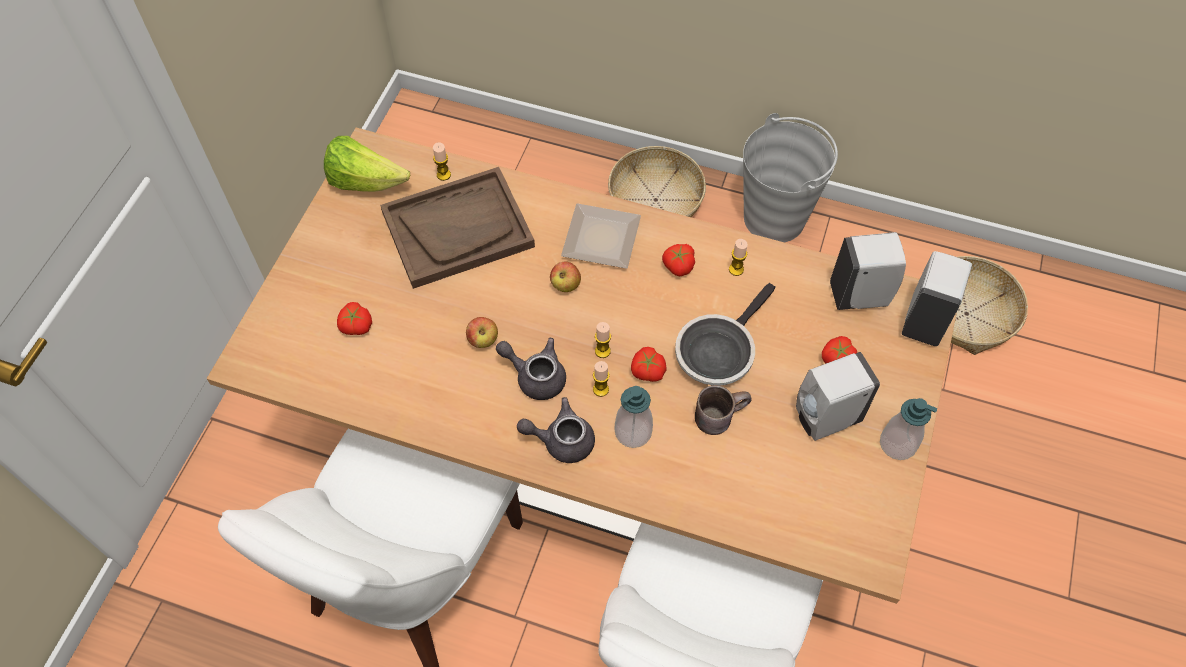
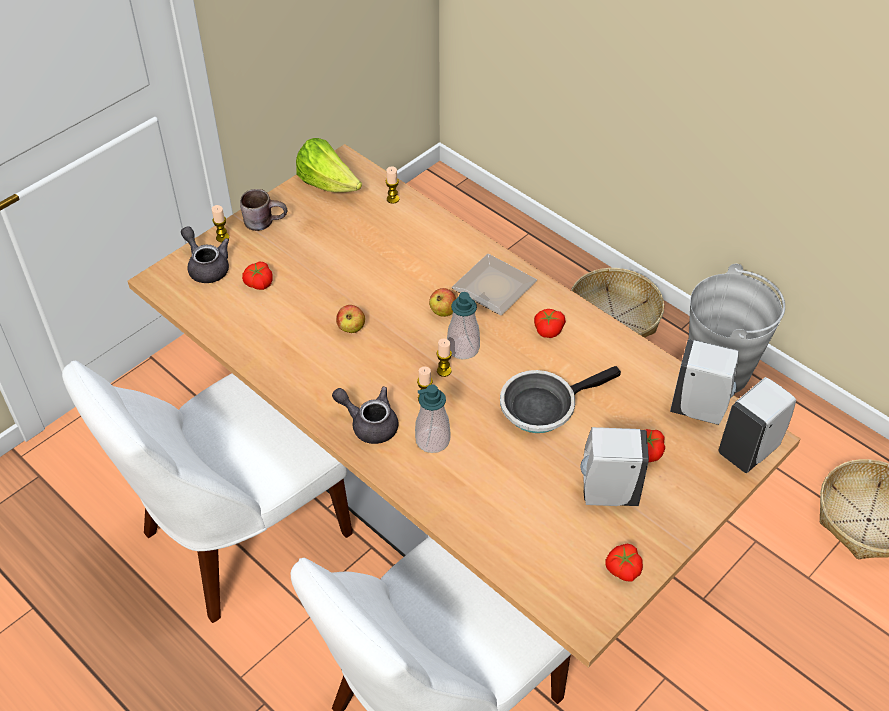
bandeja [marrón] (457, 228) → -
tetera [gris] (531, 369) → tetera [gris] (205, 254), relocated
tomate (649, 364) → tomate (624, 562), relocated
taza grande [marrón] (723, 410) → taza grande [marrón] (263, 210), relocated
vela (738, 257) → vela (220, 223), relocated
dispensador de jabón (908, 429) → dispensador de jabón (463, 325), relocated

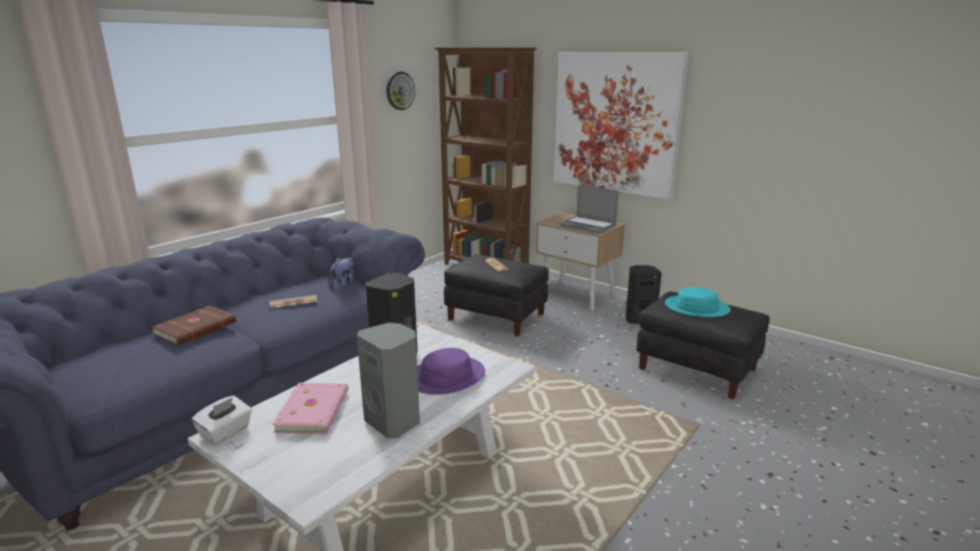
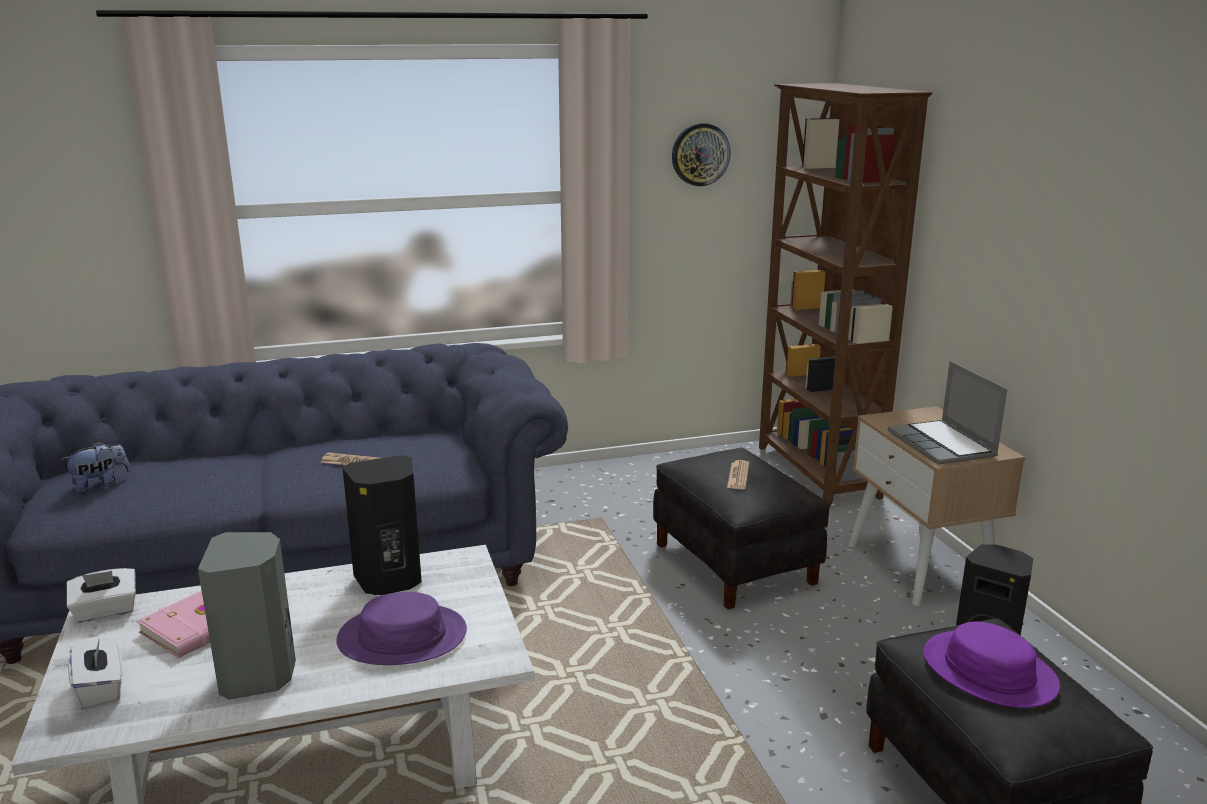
libro [marrón] (193, 325) → -
peluche (341, 272) → peluche (96, 467), relocated
cuadro (621, 125) → -
sombrero [turquesa] (697, 302) → sombrero [morado] (992, 665)
- → caja de pañuelos [blanco] (95, 673)

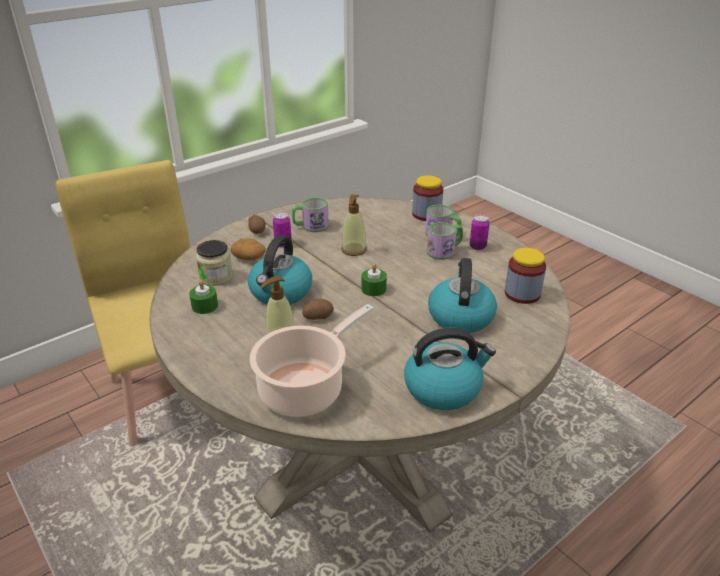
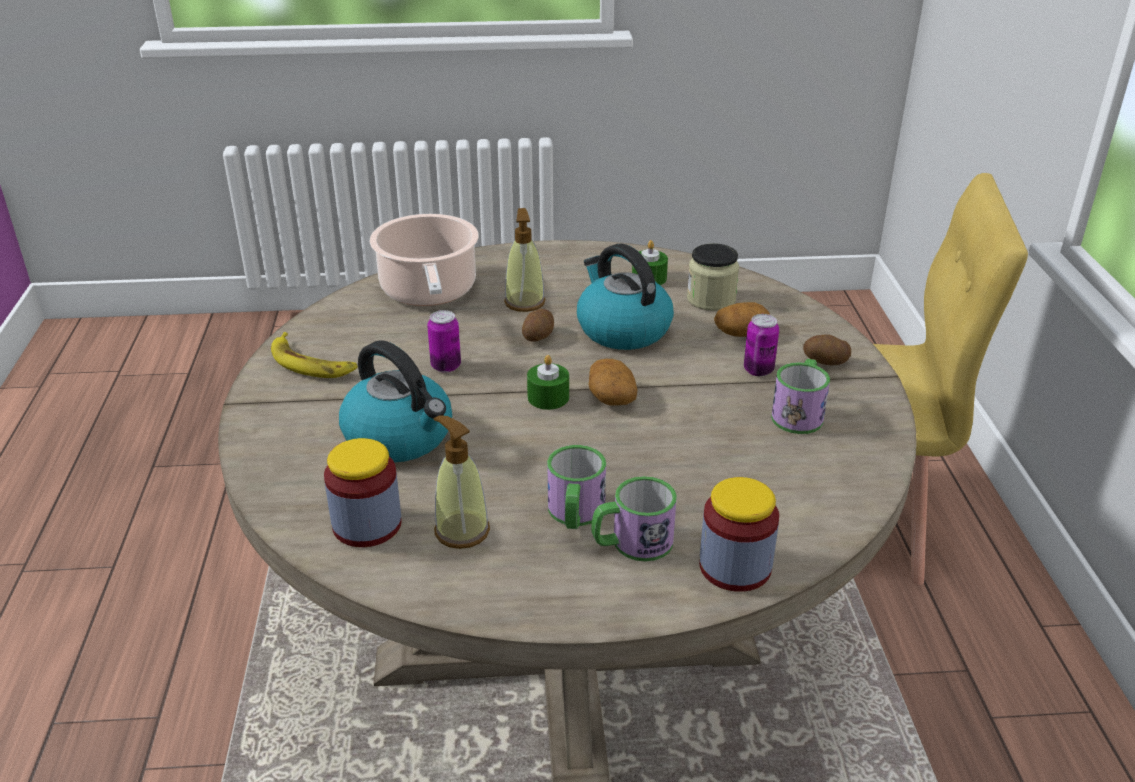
dispensador de jabón (354, 225) → dispensador de jabón (461, 482), relocated
hervidor (450, 368) → plátano (314, 355)
lata (480, 232) → lata (444, 341), relocated
- → patata (612, 382)

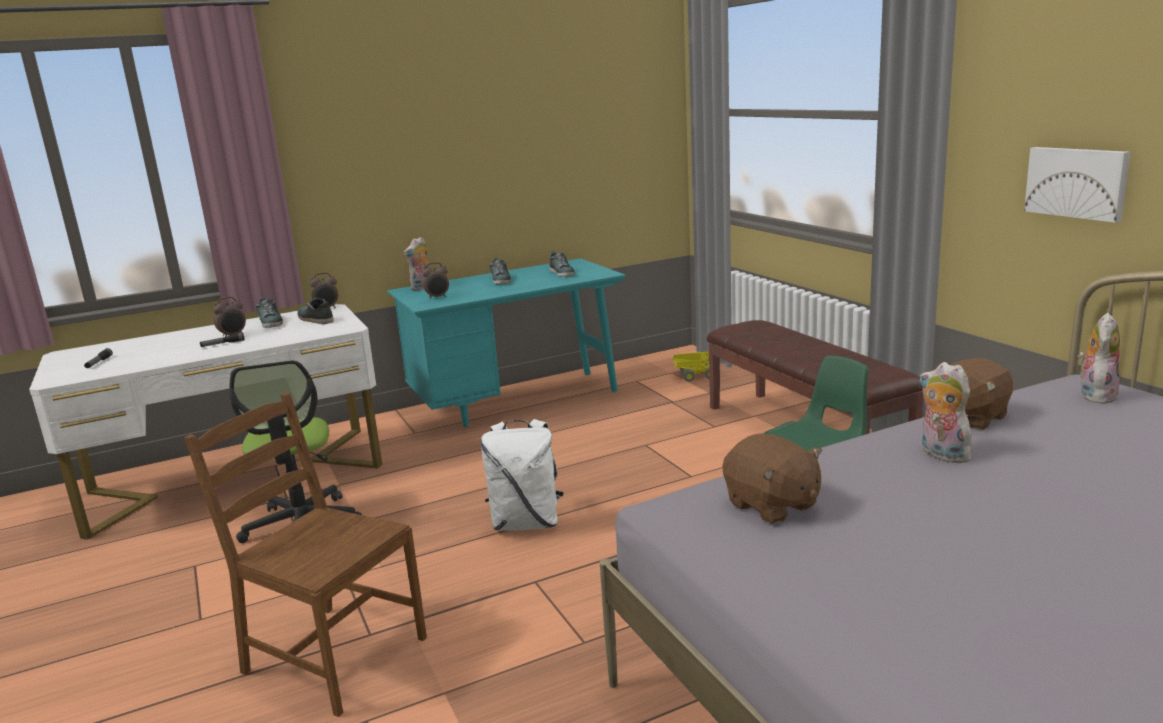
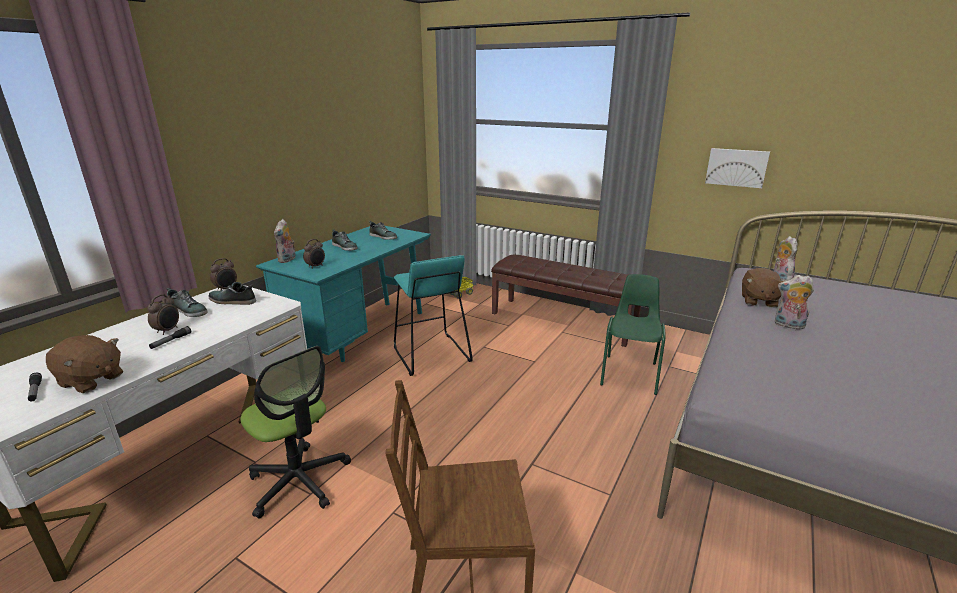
mochila [blanco] (522, 475) → -
peluche [marrón] (772, 478) → peluche [marrón] (84, 364), relocated
- → taburete [turquesa] (433, 315)

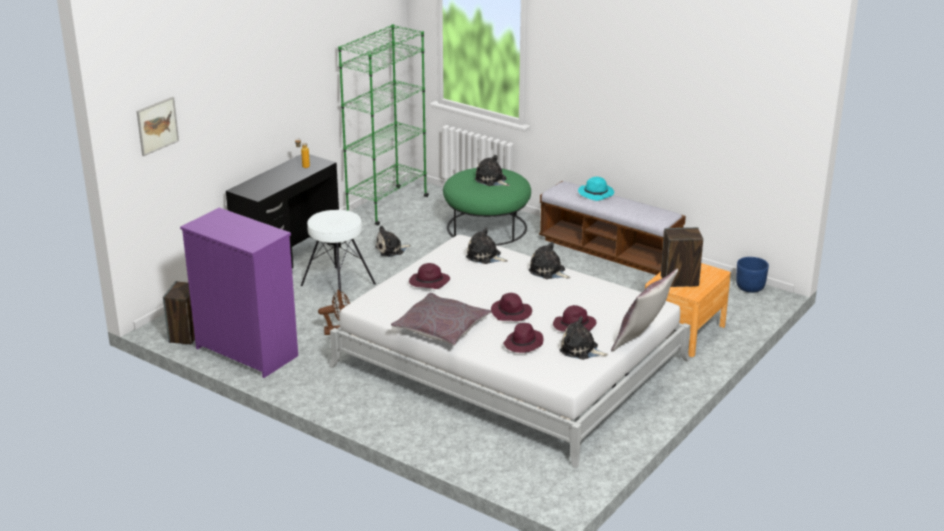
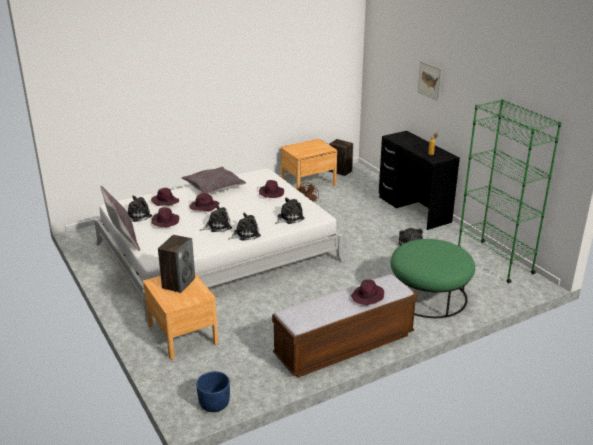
cuadro (158, 126) → cuadro (430, 81), relocated
cómoda [morado] (239, 293) → mesita de noche [marrón] (309, 164)
taburete [blanco] (338, 250) → -
peluche (492, 170) → peluche (216, 218), relocated
sombrero [turquesa] (596, 189) → sombrero [morado] (367, 292)

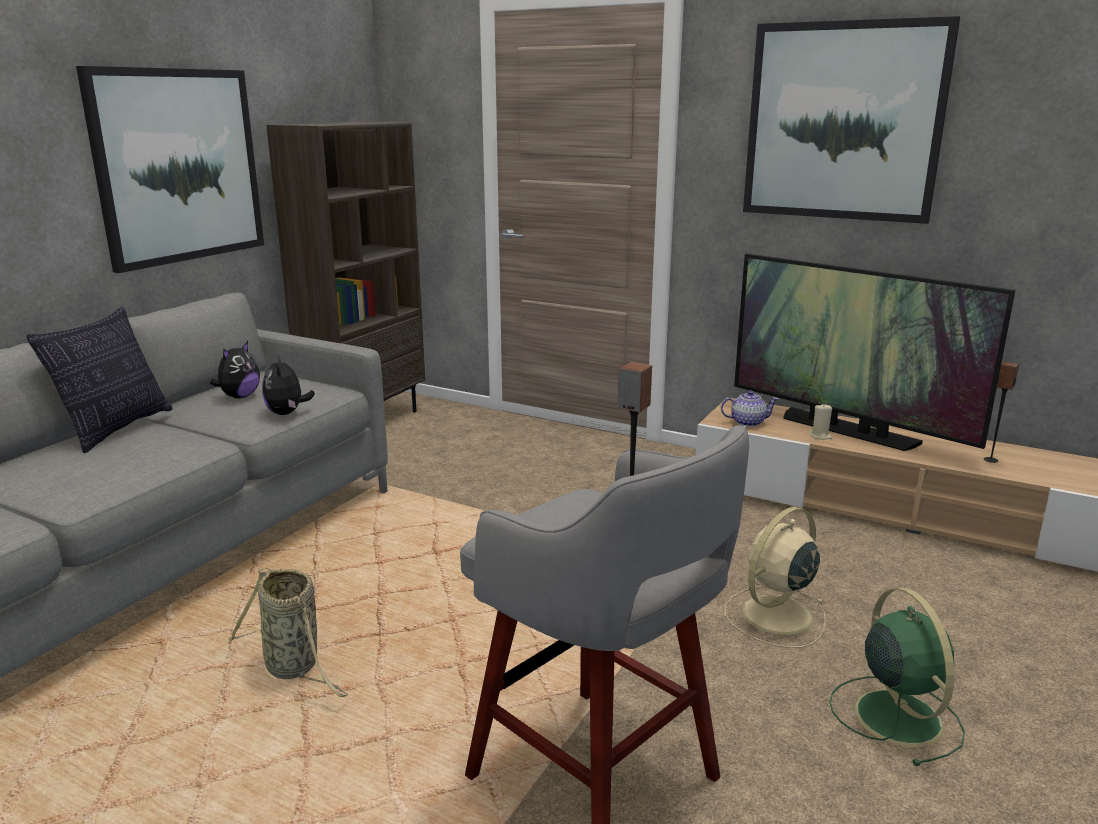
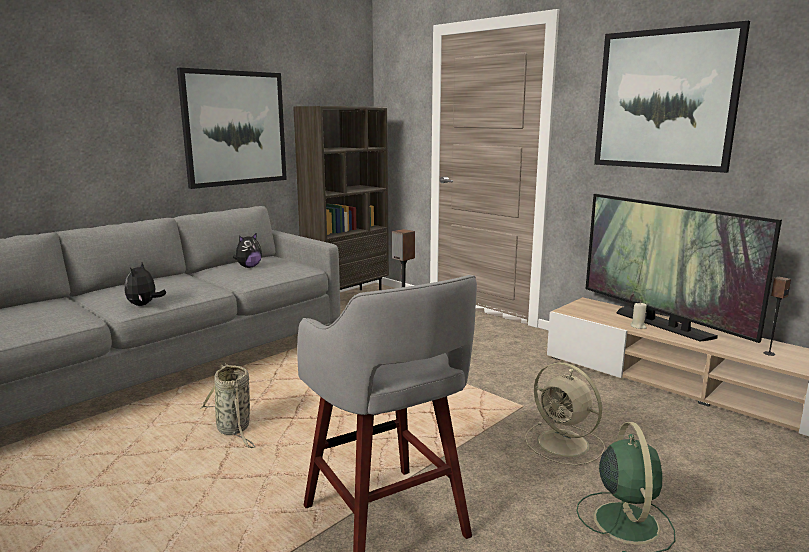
cojín (99, 380) → -
peluche (288, 384) → peluche (145, 284), relocated
tetera (750, 408) → -
ventilador [beis] (775, 577) → ventilador [beis] (565, 413), 105 degrees counterclockwise

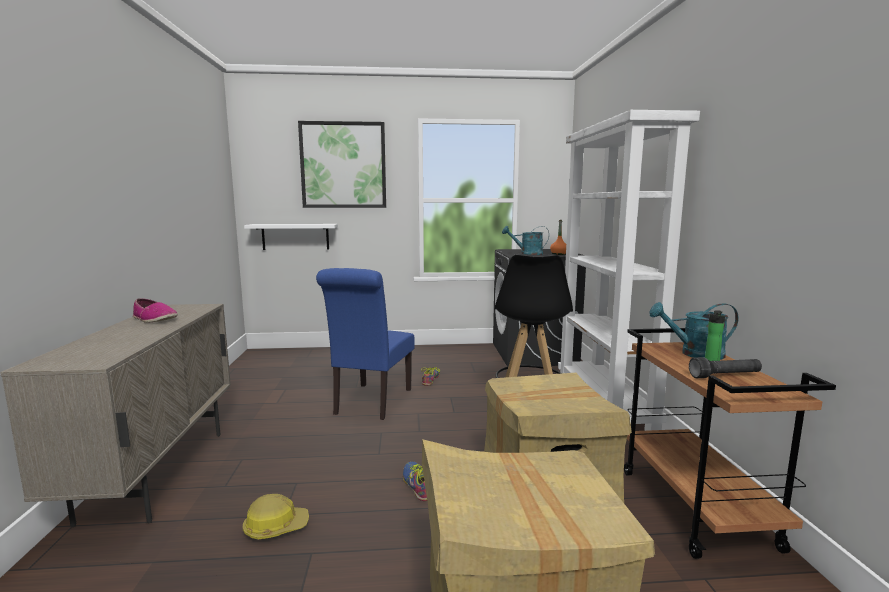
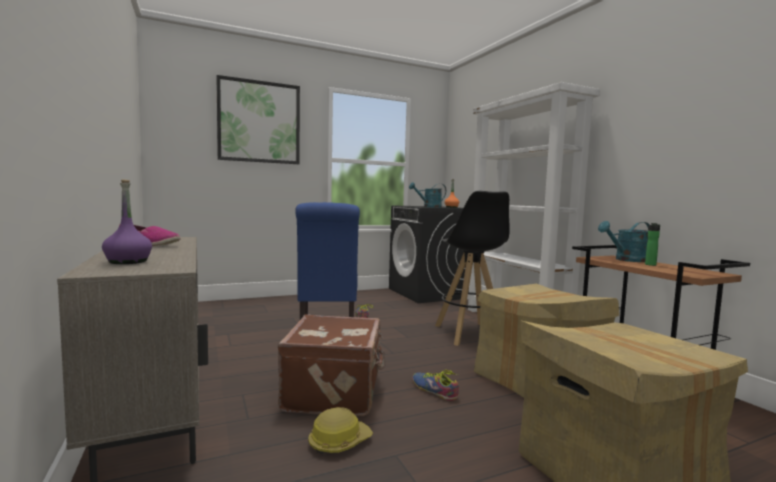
estante [blanco] (291, 237) → -
linterna [negro] (725, 367) → -
- → botella [morado] (127, 222)
- → maleta [marrón] (331, 365)

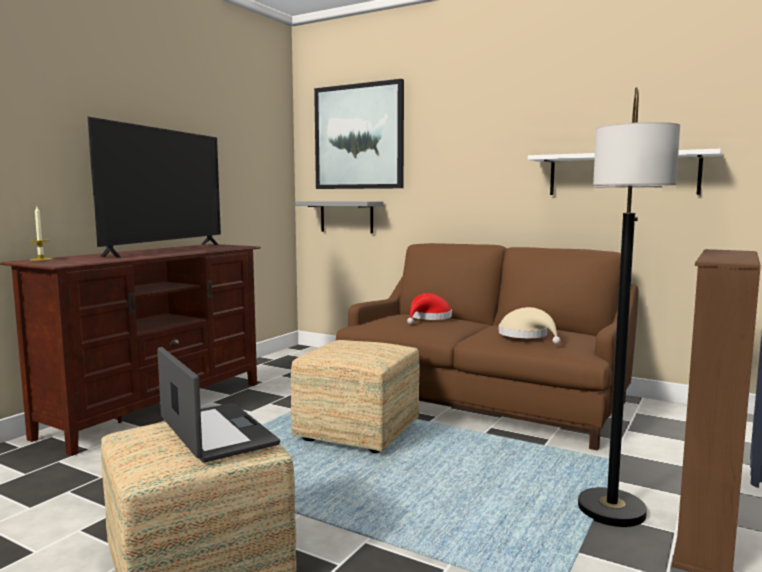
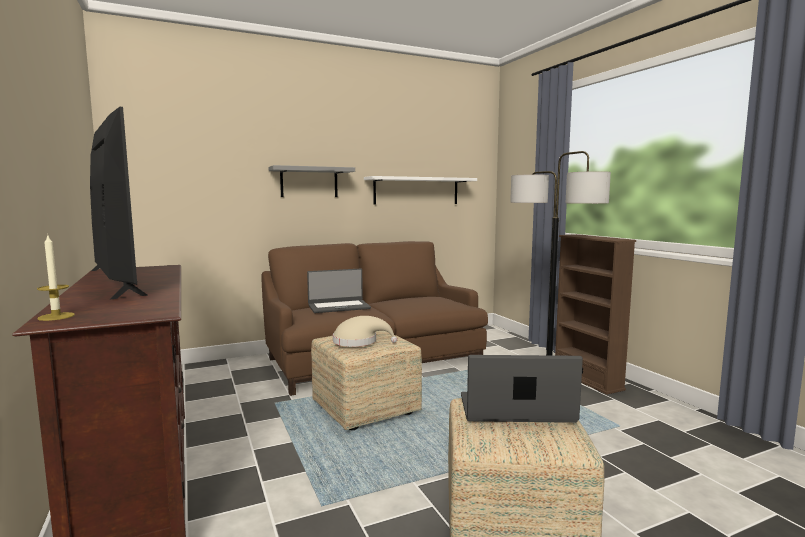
estante [gris] (339, 217) → estante [gris] (312, 181), relocated
cuadro (359, 134) → -
sombrero [rojo] (429, 308) → portátil (339, 291)
sombrero [beis] (529, 325) → sombrero [beis] (365, 331), relocated

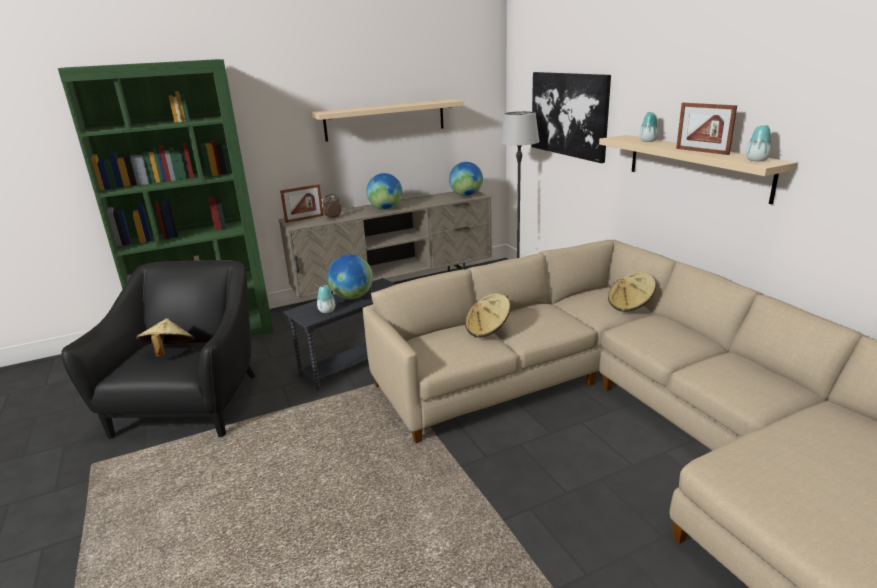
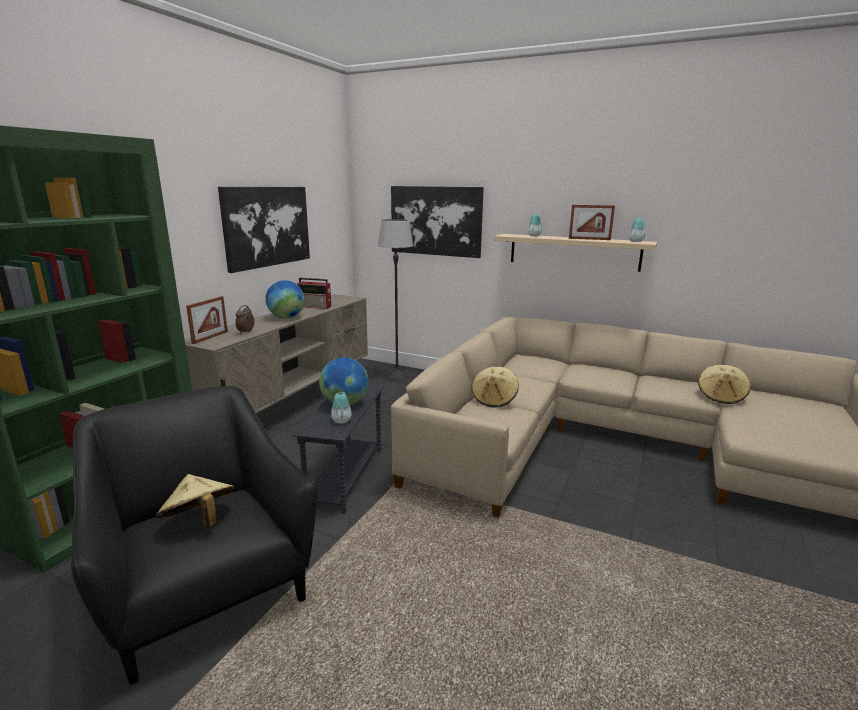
estante [beis] (387, 120) → cuadro (264, 230)
globo terráqueo (466, 179) → -
sombrero [beis] (632, 292) → sombrero [beis] (724, 384), relocated
- → radio (314, 293)

